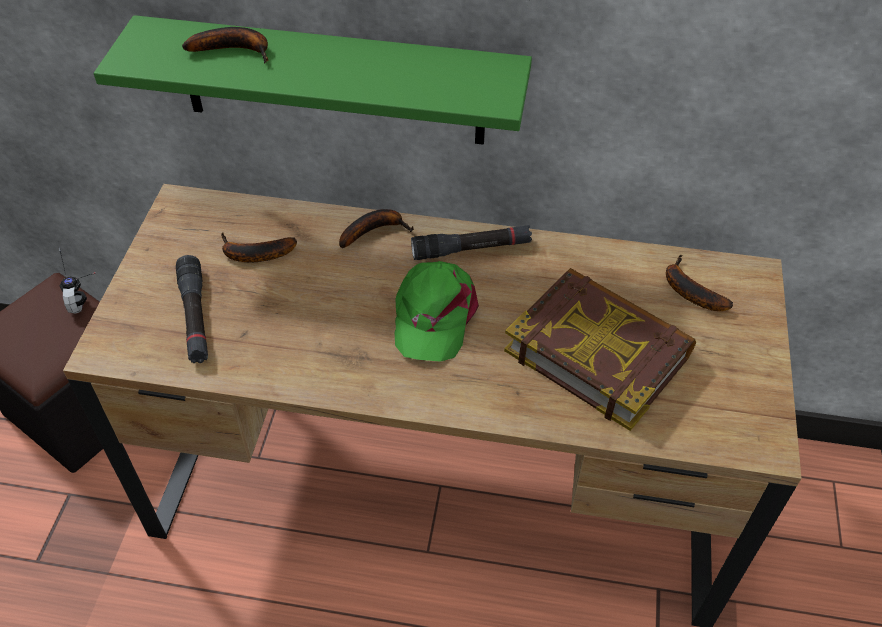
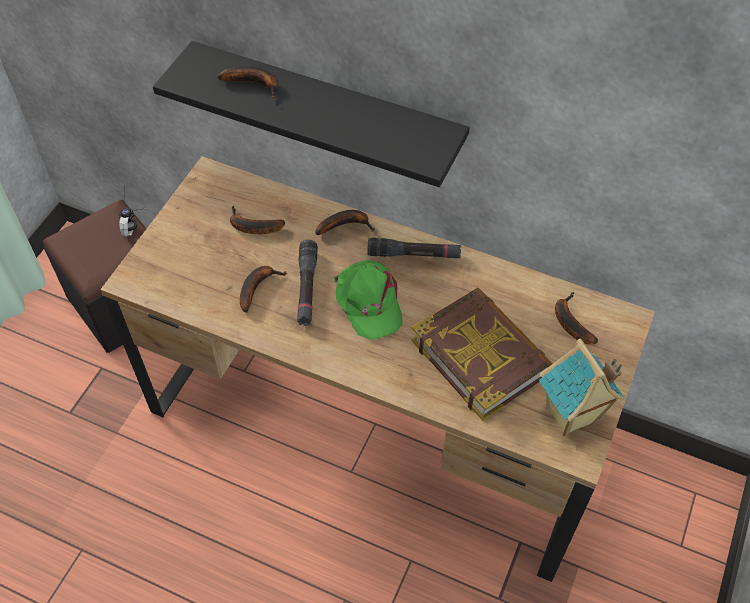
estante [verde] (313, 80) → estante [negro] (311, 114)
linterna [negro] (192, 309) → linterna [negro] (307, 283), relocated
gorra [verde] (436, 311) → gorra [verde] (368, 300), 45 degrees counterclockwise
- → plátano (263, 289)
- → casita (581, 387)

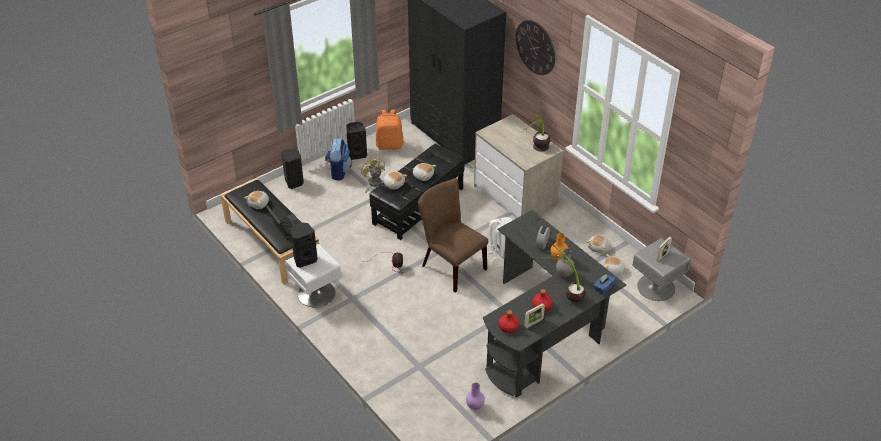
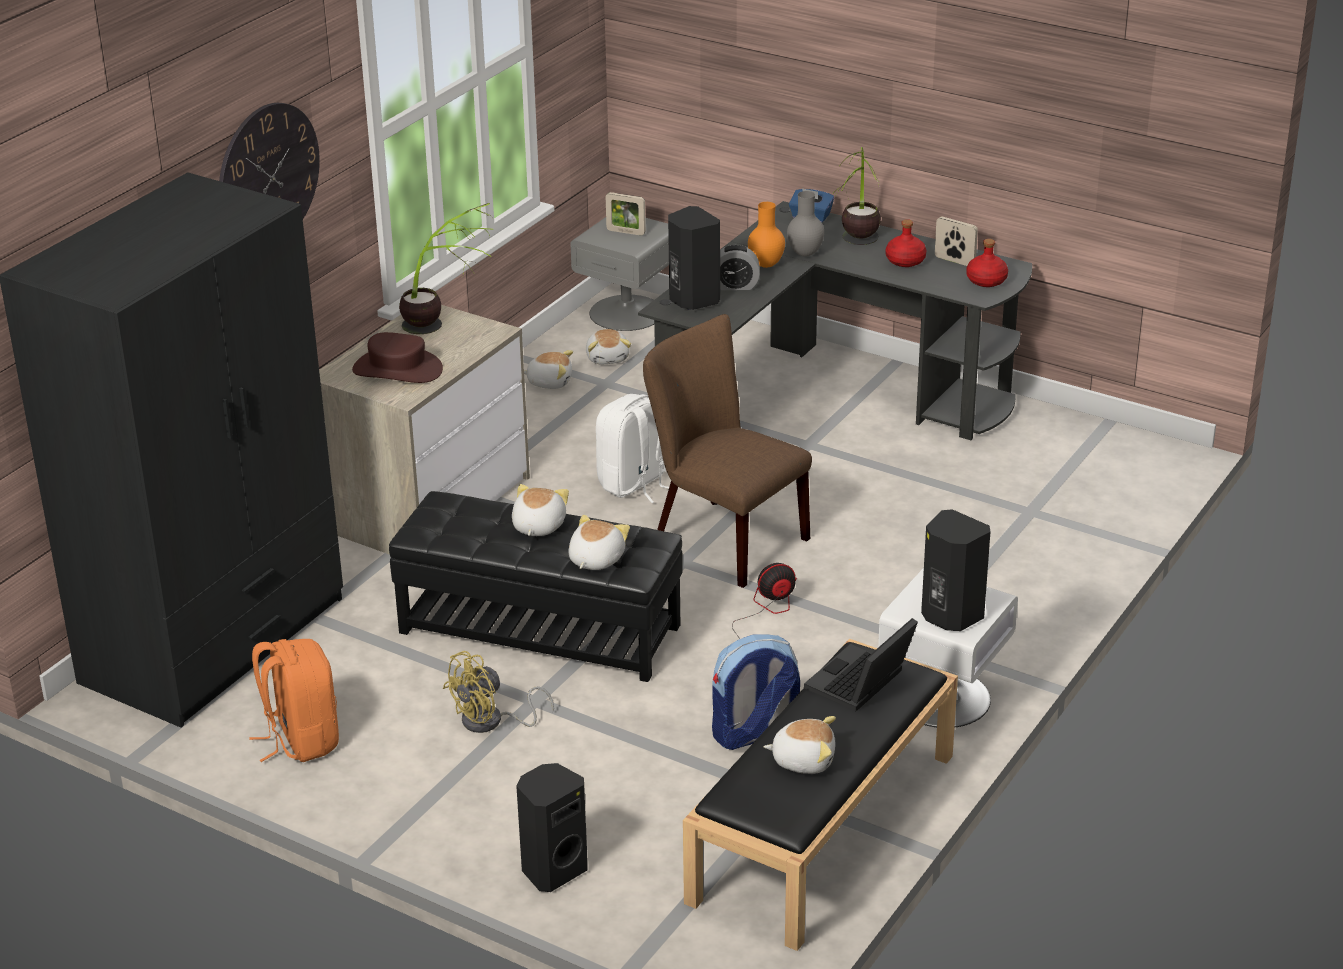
mochila (338, 159) → mochila (756, 692), relocated
altavoz [negro] (356, 141) → altavoz [negro] (694, 258), relocated
silla [marrón] (453, 235) → silla [marrón] (727, 451), 105 degrees clockwise
florero [morado] (475, 396) → -
- → sombrero [marrón] (397, 357)

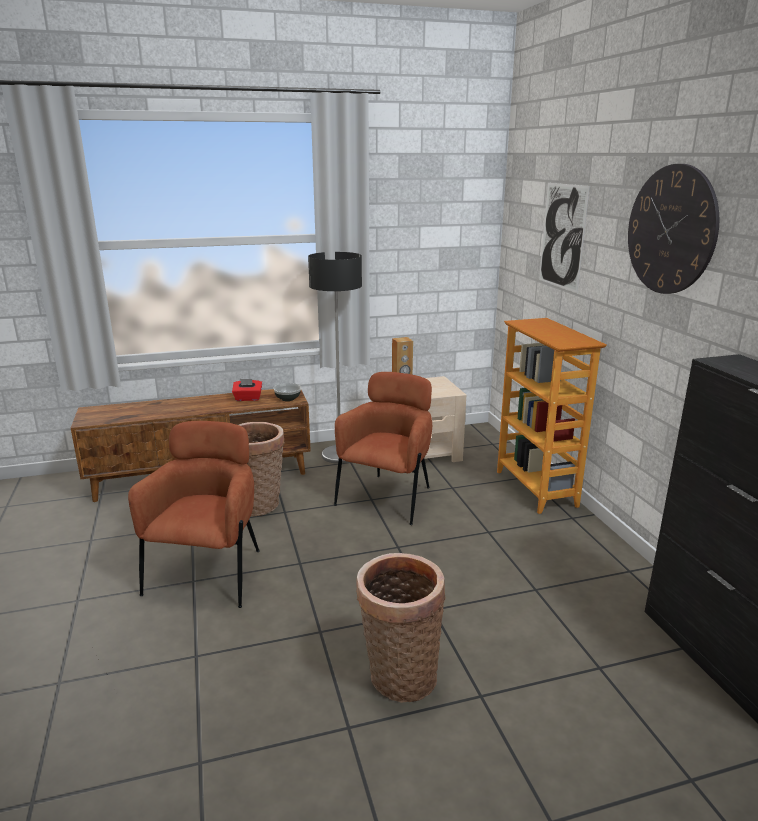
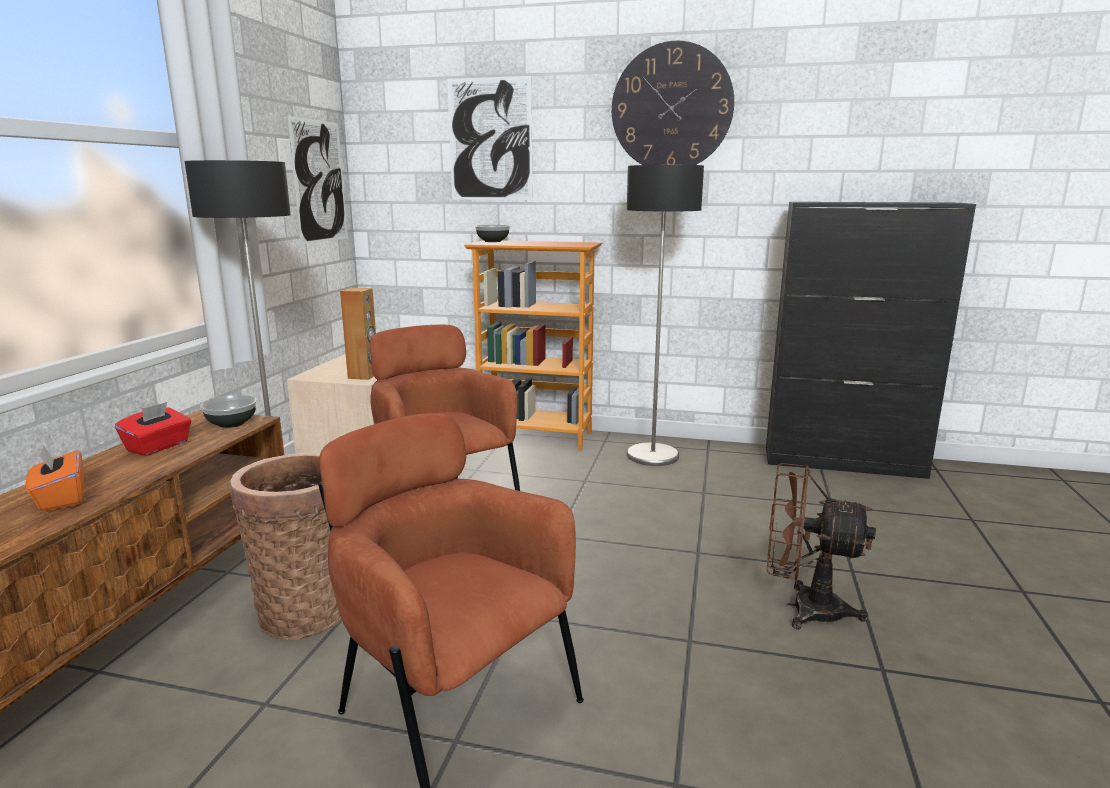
cesta (401, 628) → ventilador [marrón] (821, 546)
- → caja de pañuelos [naranja] (55, 478)
- → cuadro (317, 180)
- → cuenco (492, 233)
- → lámpara de pie (665, 315)

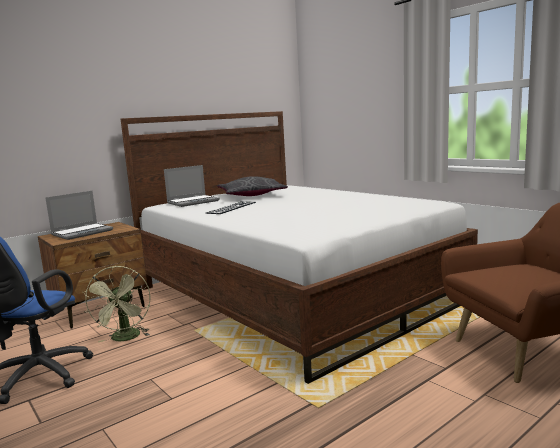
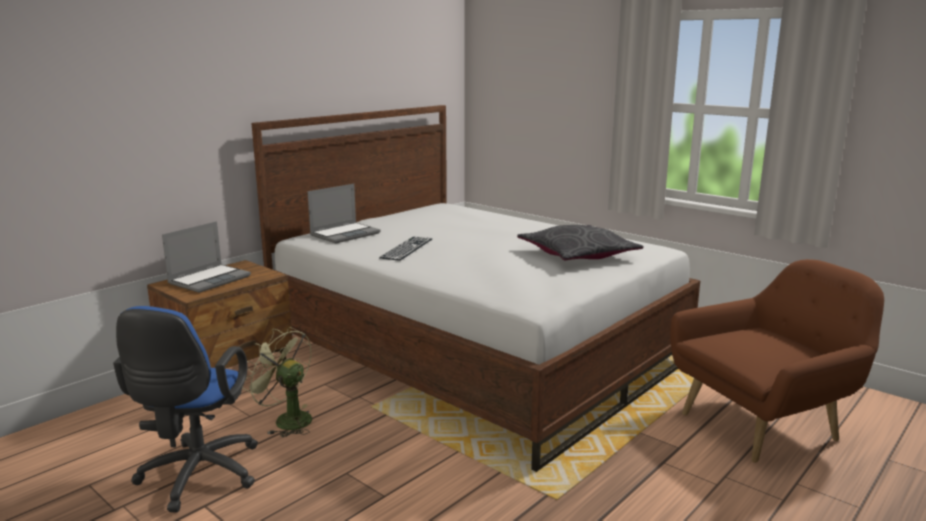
ventilador [verde] (117, 304) → ventilador [verde] (277, 382), 135 degrees clockwise
cojín [gris] (252, 186) → cojín [gris] (580, 242), relocated

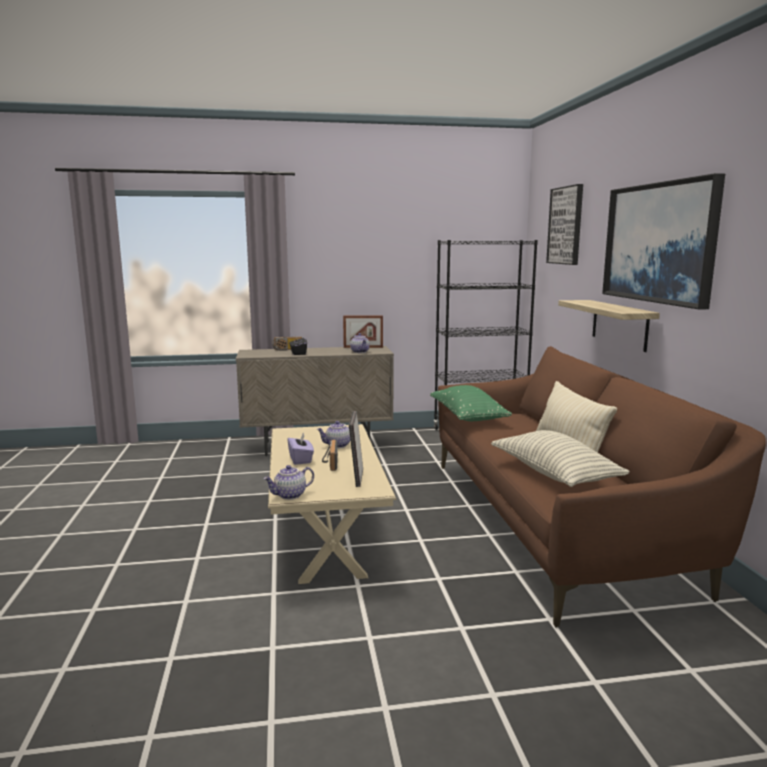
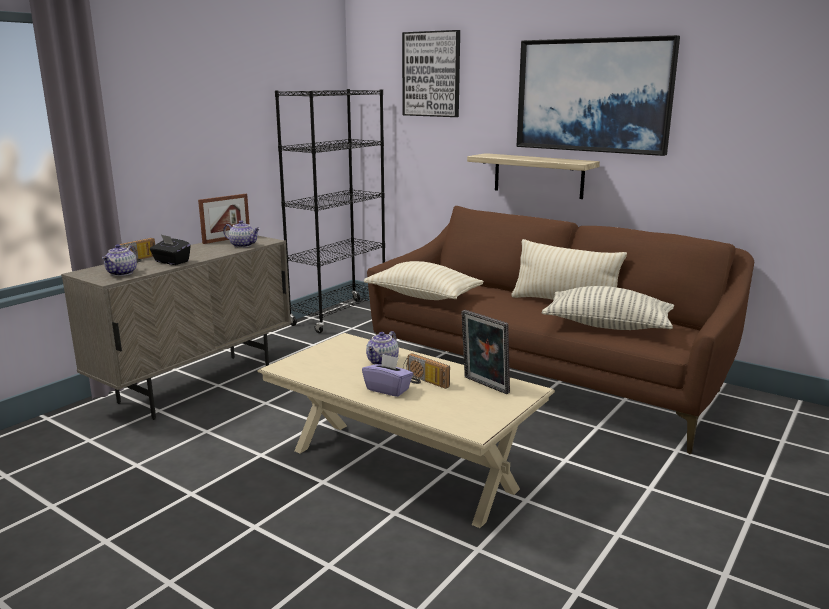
tetera (289, 482) → tetera (119, 260), relocated
cojín [verde] (471, 403) → cojín [beis] (424, 280)

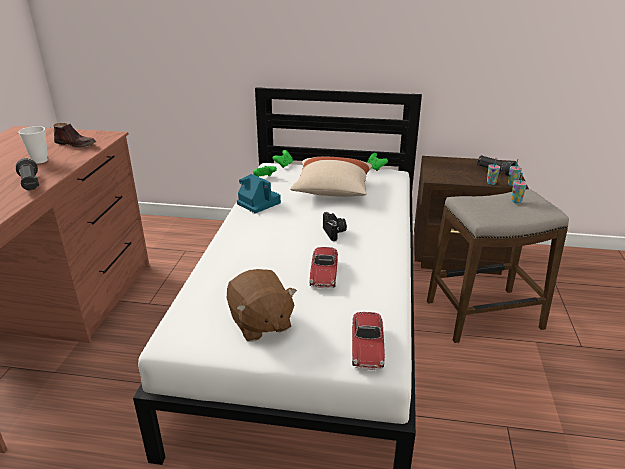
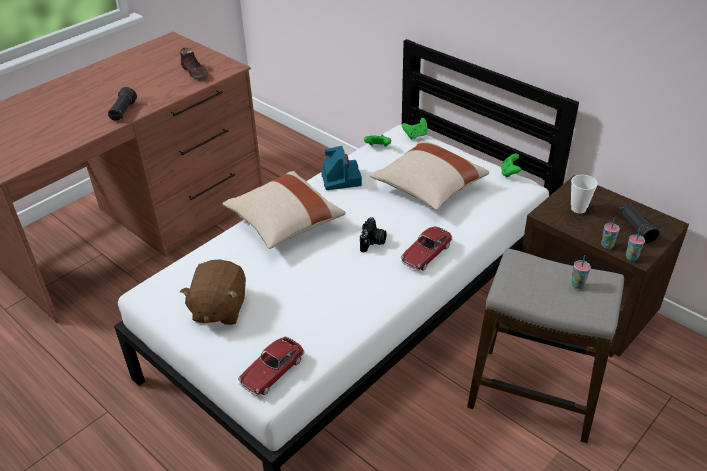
taza (33, 145) → taza (584, 194), relocated
coche de juguete (324, 267) → coche de juguete (426, 248), relocated
- → cojín [beis] (284, 210)

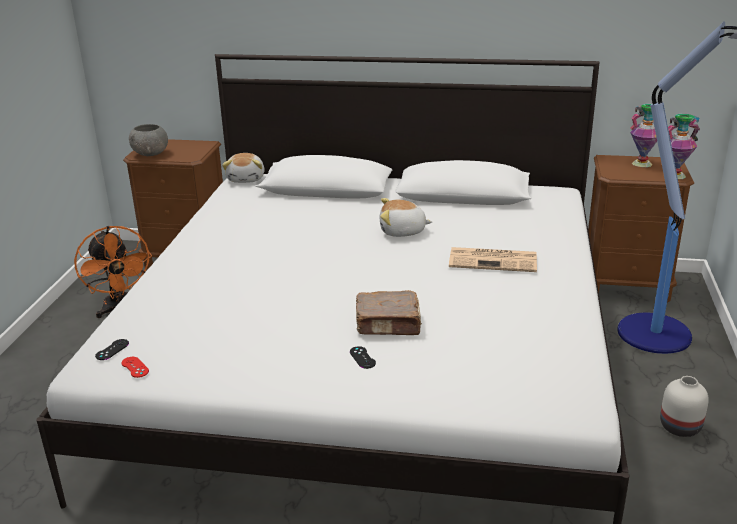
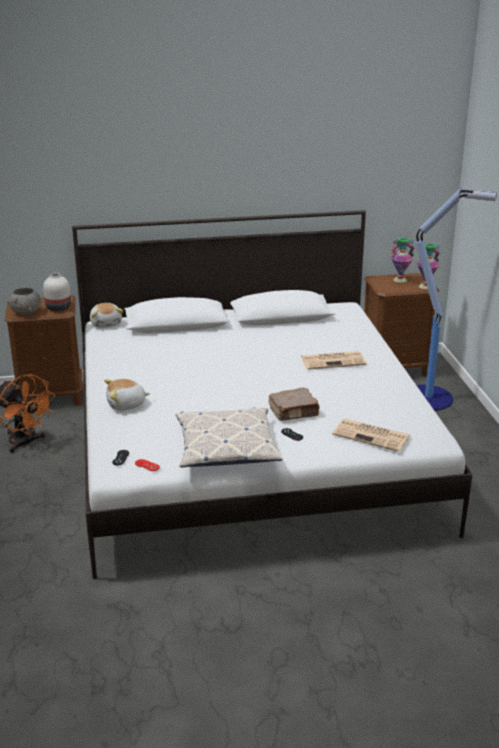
peluche (406, 217) → peluche (127, 395), relocated
florero [blanco] (684, 406) → florero [blanco] (57, 292), relocated
- → cojín (229, 437)
- → periódico (371, 435)

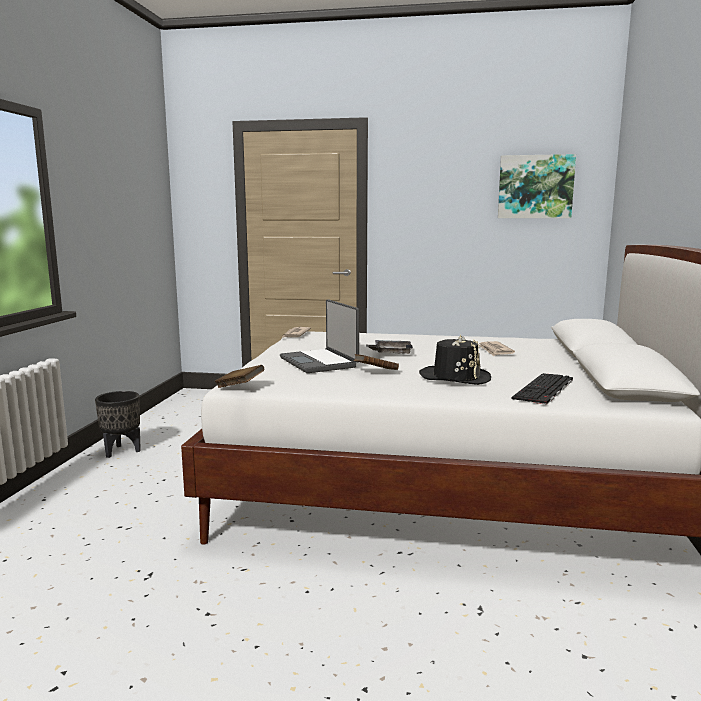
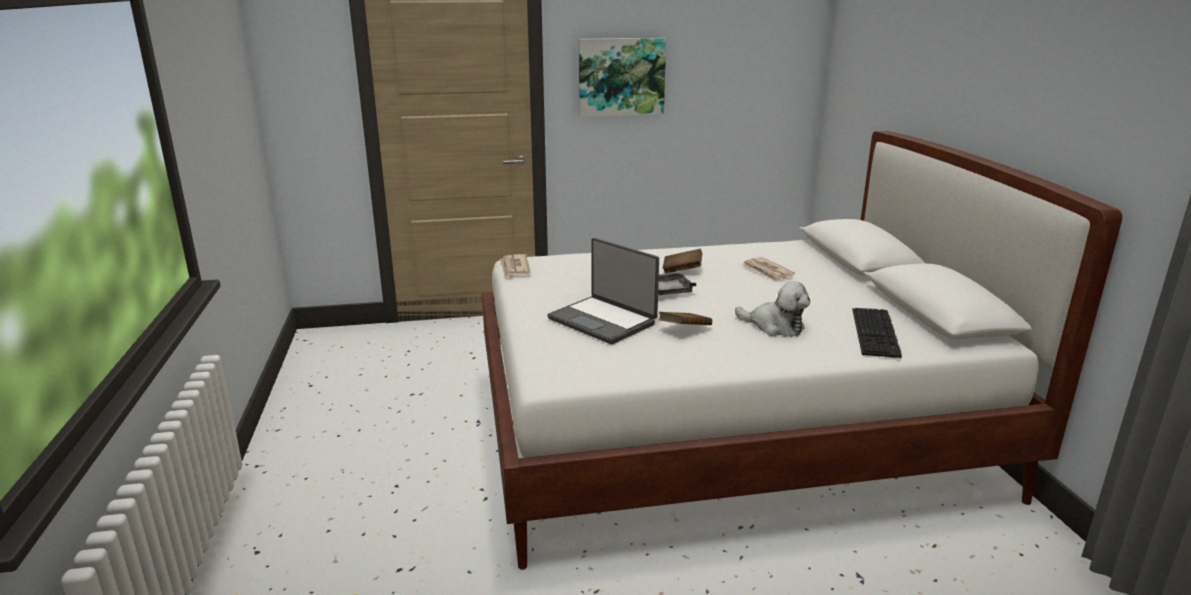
maceta [negro] (118, 424) → -
libro [marrón] (240, 376) → libro [marrón] (682, 261), relocated
sombrero [negro] (455, 360) → peluche (772, 309)
cuadro (537, 186) → cuadro (622, 77), relocated

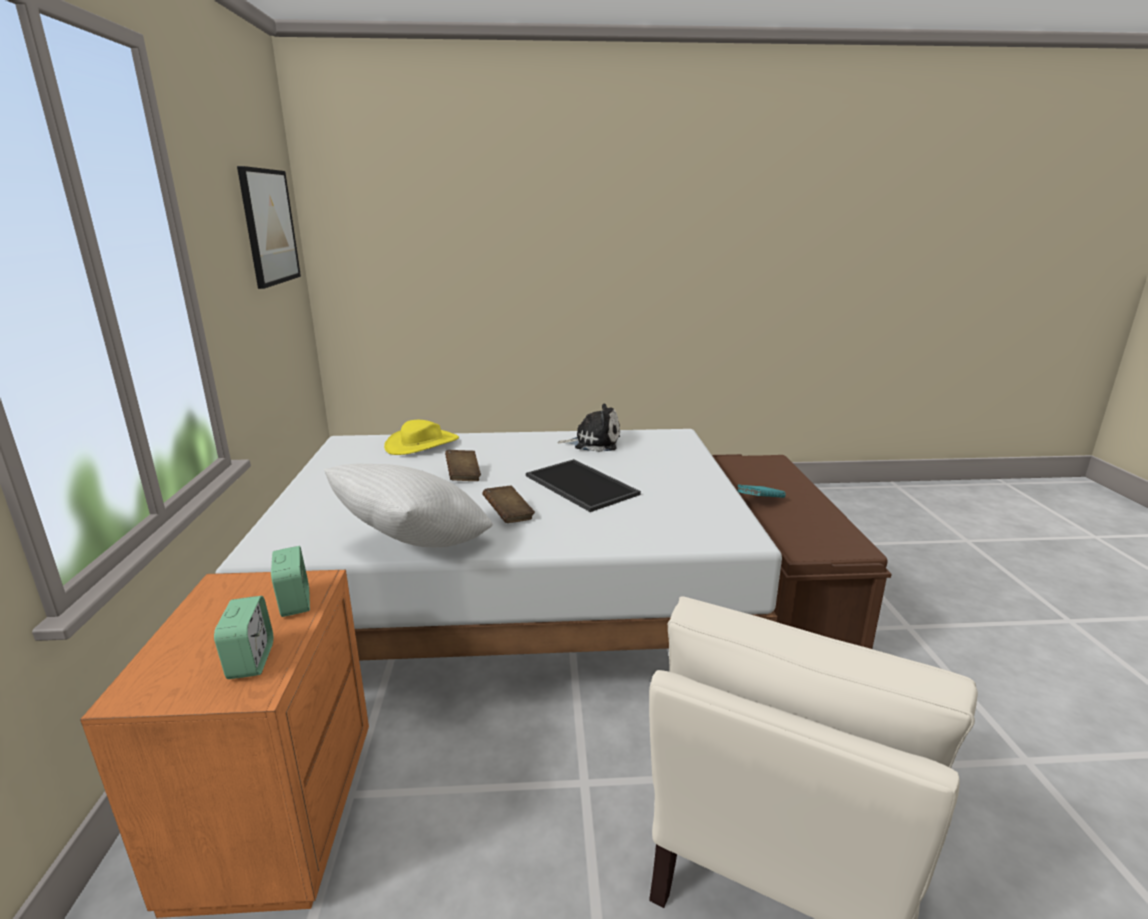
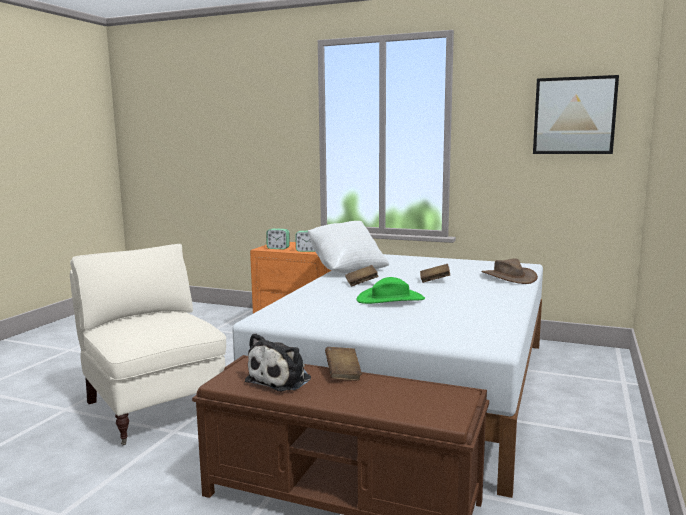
sombrero [amarillo] (421, 437) → sombrero [marrón] (509, 271)
bandeja (583, 485) → sombrero [verde] (391, 290)
peluche (588, 427) → peluche (278, 362), relocated
libro [turquesa] (761, 491) → libro [marrón] (343, 364)

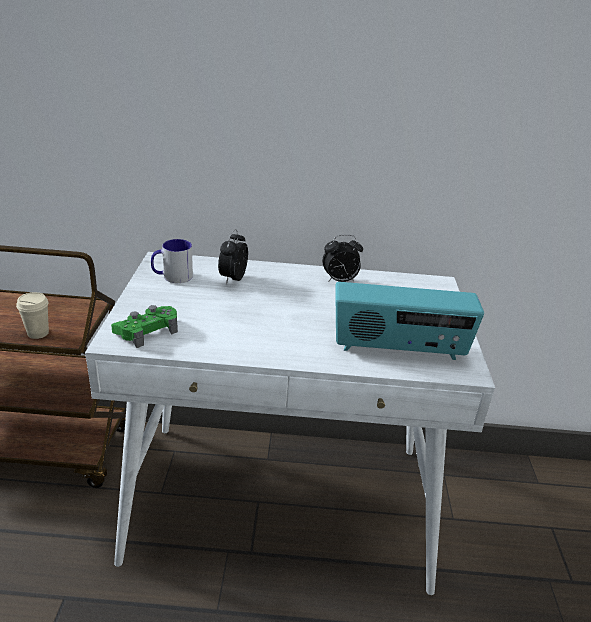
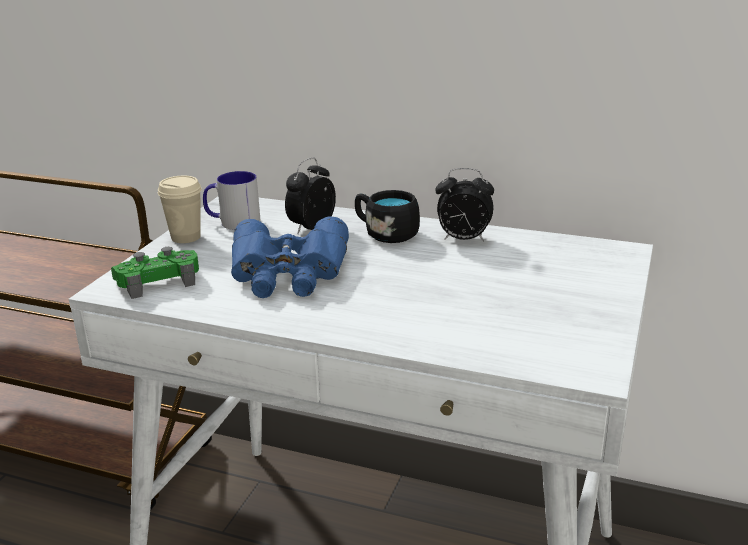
taza [beis] (32, 315) → taza [beis] (180, 209), relocated
radio (410, 321) → -
- → prismáticos [azul] (290, 257)
- → taza grande [negro] (387, 216)

